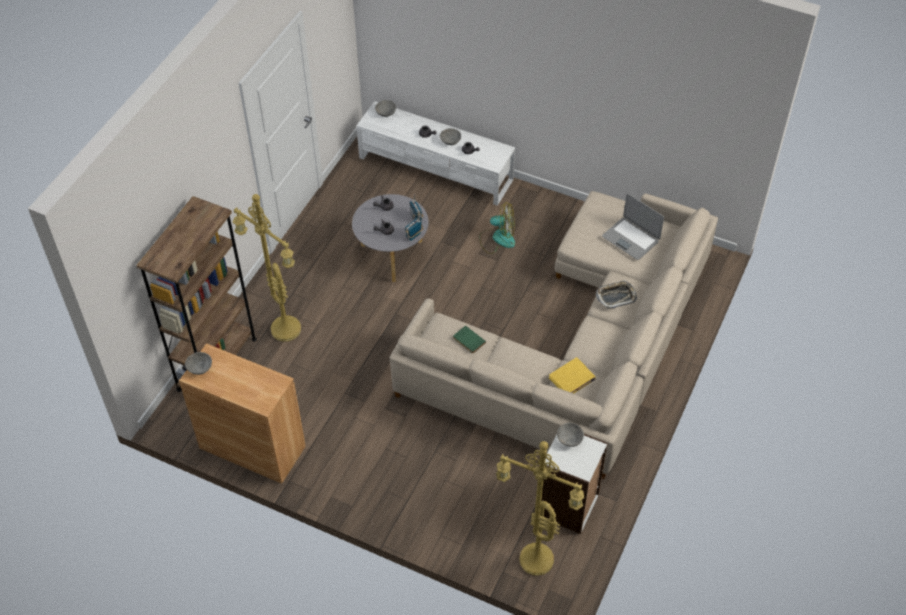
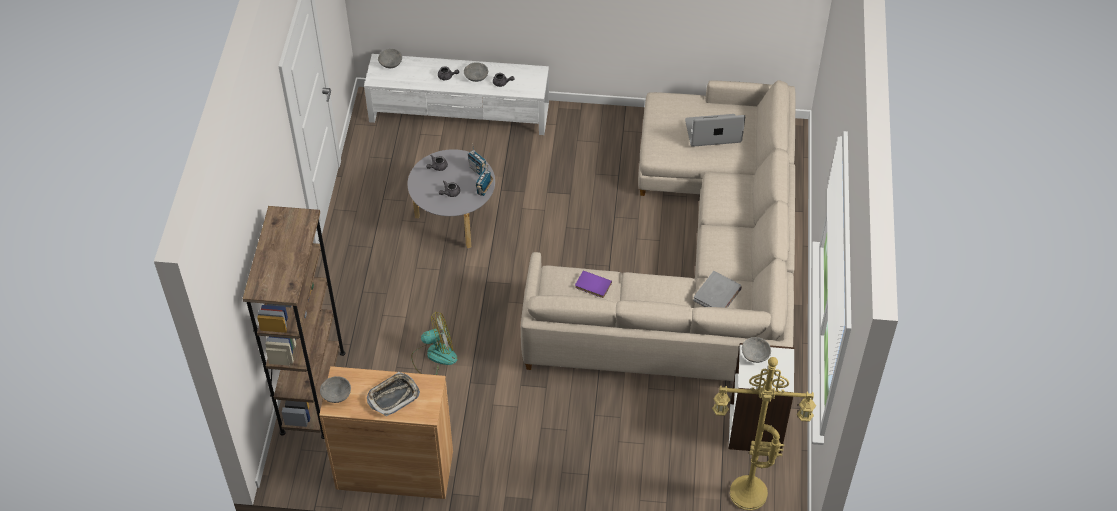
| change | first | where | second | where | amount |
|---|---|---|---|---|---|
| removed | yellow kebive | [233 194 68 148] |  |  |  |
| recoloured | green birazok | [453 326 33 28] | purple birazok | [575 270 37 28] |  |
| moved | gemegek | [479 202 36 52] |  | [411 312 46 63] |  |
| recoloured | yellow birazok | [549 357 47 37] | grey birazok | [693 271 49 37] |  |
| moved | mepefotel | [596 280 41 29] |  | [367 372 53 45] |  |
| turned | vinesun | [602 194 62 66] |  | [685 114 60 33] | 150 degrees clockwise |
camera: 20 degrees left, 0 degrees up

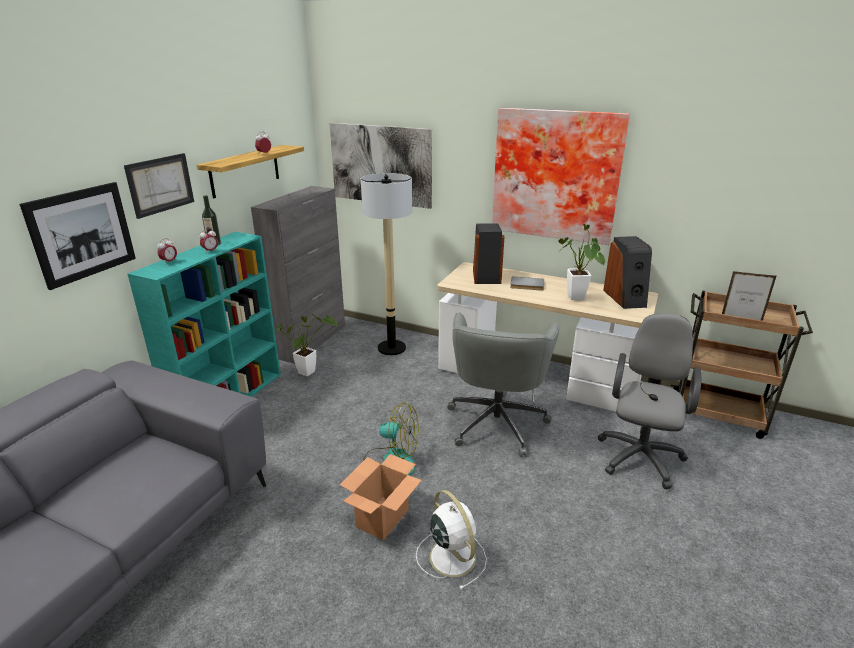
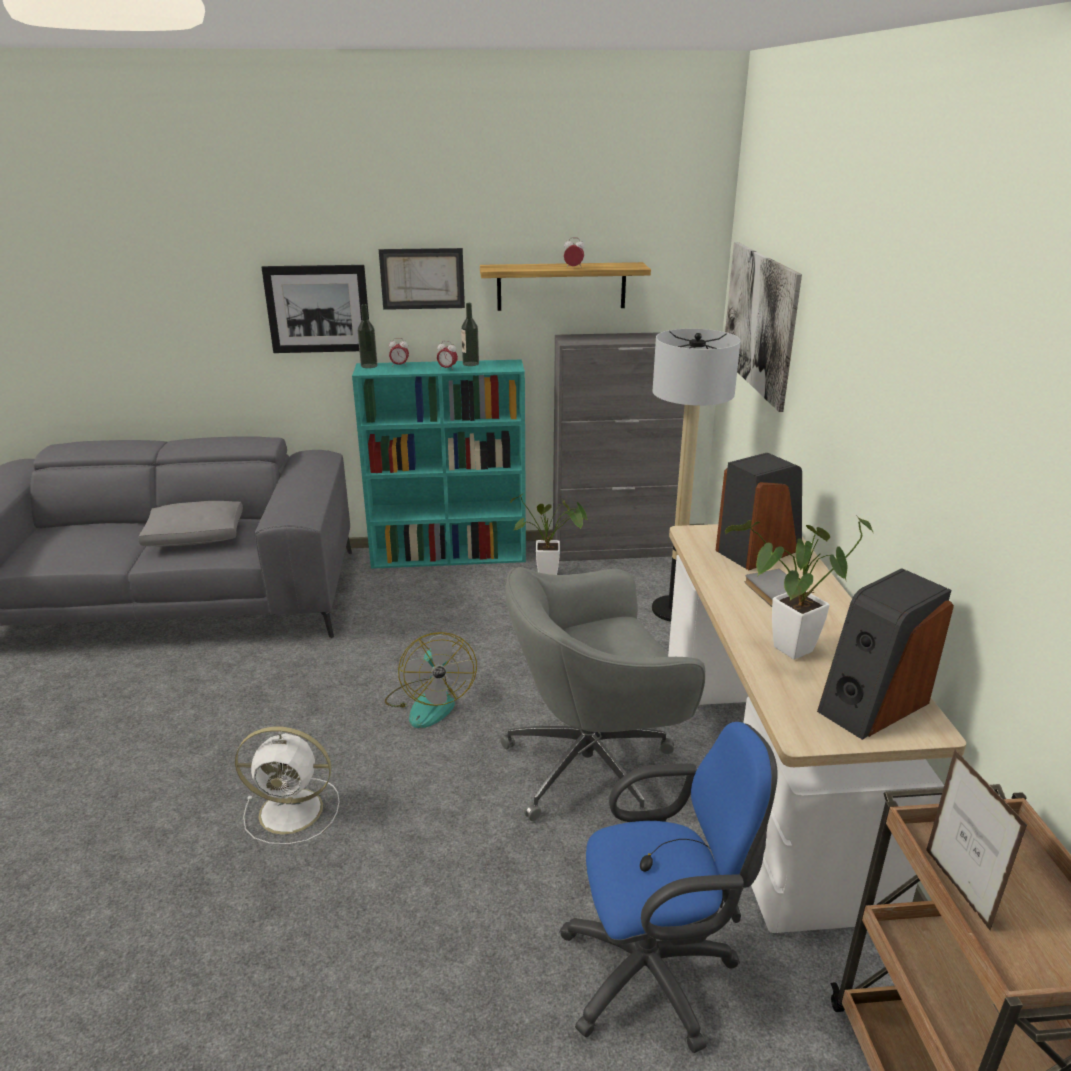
| change | first | where | second | where | amount |
|---|---|---|---|---|---|
| removed | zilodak | [340 454 82 87] |  |  |  |
| turned | white gemegek | [416 490 71 100] |  | [235 727 105 118] | 60 degrees clockwise |
| removed | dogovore | [492 108 138 137] |  |  |  |
| recoloured | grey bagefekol | [598 314 103 175] | blue bagefekol | [559 722 219 331] |  |
| added |  |  | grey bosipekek | [138 501 105 45] |  |
| added |  |  | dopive | [358 304 20 64] |  |
camera: 60 degrees right, 0 degrees up

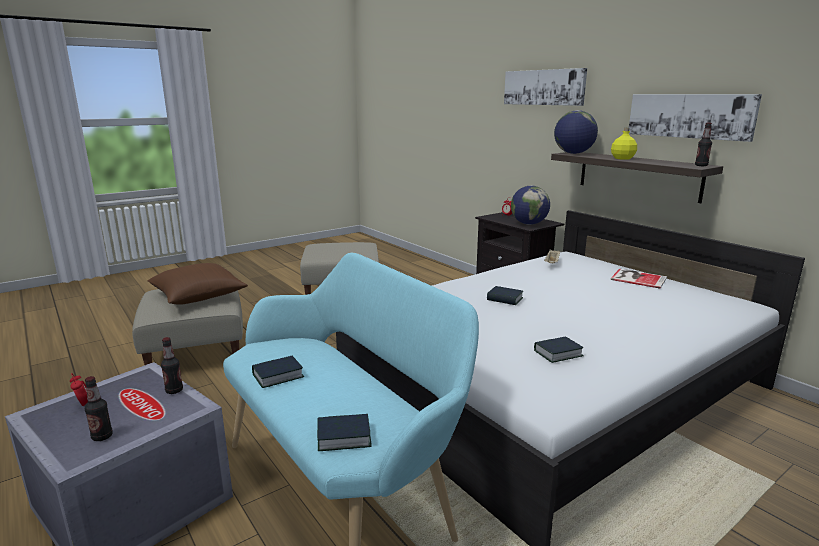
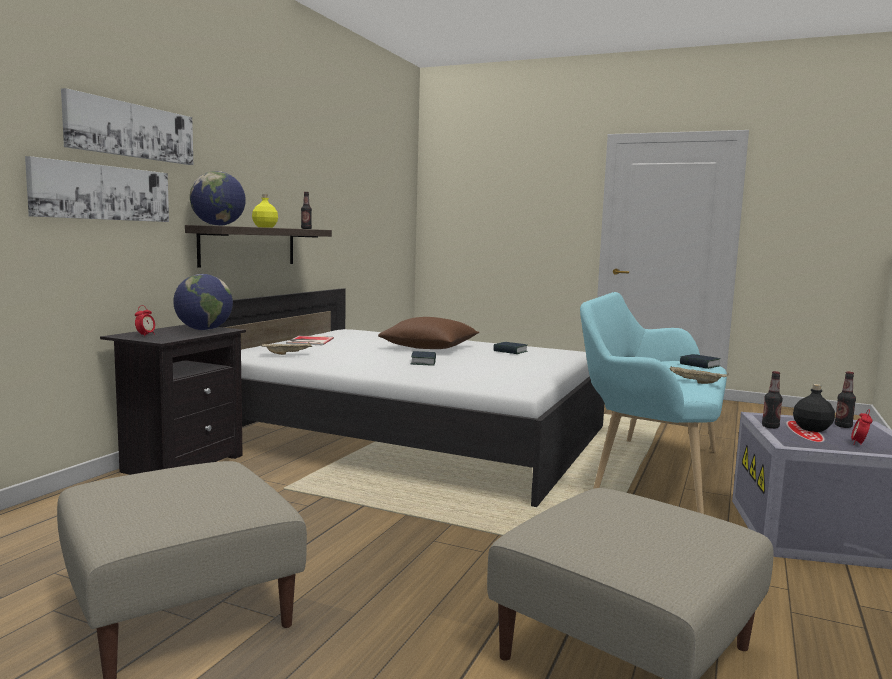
| change | first | where | second | where | amount |
|---|---|---|---|---|---|
| moved | brown bosipekek | [147 263 101 42] |  | [378 317 101 32] |  |
| replaced | birazok | [252 356 52 32] | beige mepefotel | [669 366 59 18] |  |
| moved | dogovore | [629 94 133 48] |  | [25 156 144 66] |  |
| added |  |  | black dopive | [793 384 42 48] |  |
camera: 120 degrees left, 10 degrees down

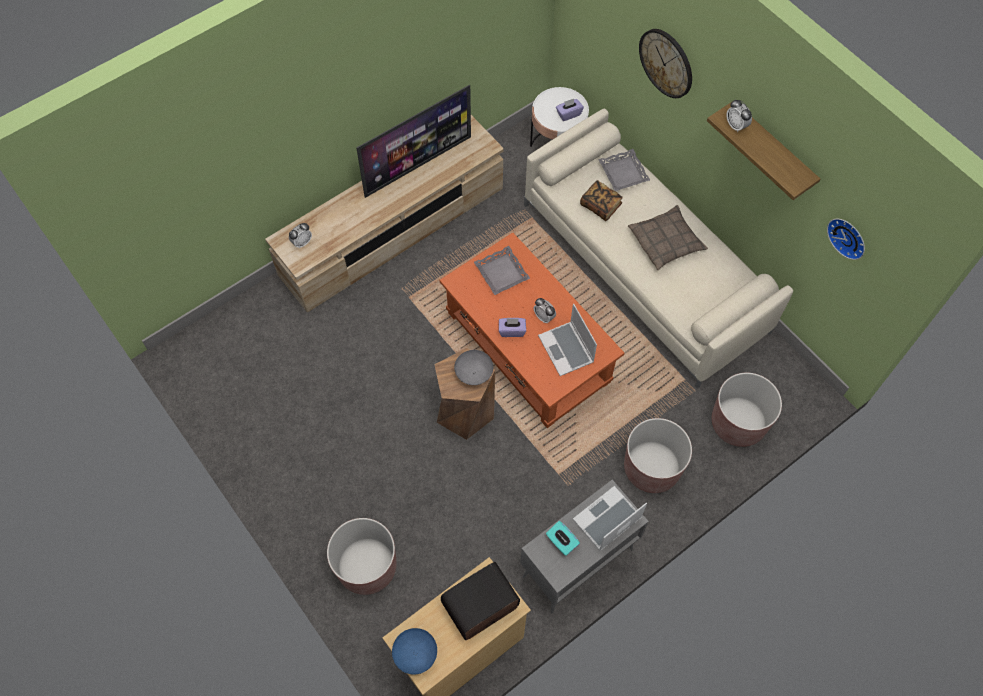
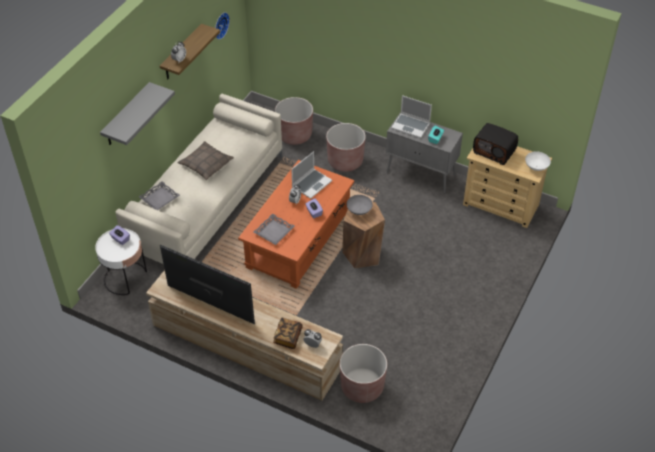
| change | first | where | second | where | amount |
|---|---|---|---|---|---|
| moved | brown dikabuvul | [327 518 69 77] |  | [340 344 47 59] |  |
| recoloured | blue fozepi | [392 628 45 47] | white fozepi | [525 151 26 20] |  |
| moved | birazok | [580 180 43 41] |  | [273 318 29 31] |  |
| replaced | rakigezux | [639 29 53 69] | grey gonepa | [100 82 75 63] |  |
camera: 115 degrees left, 15 degrees down

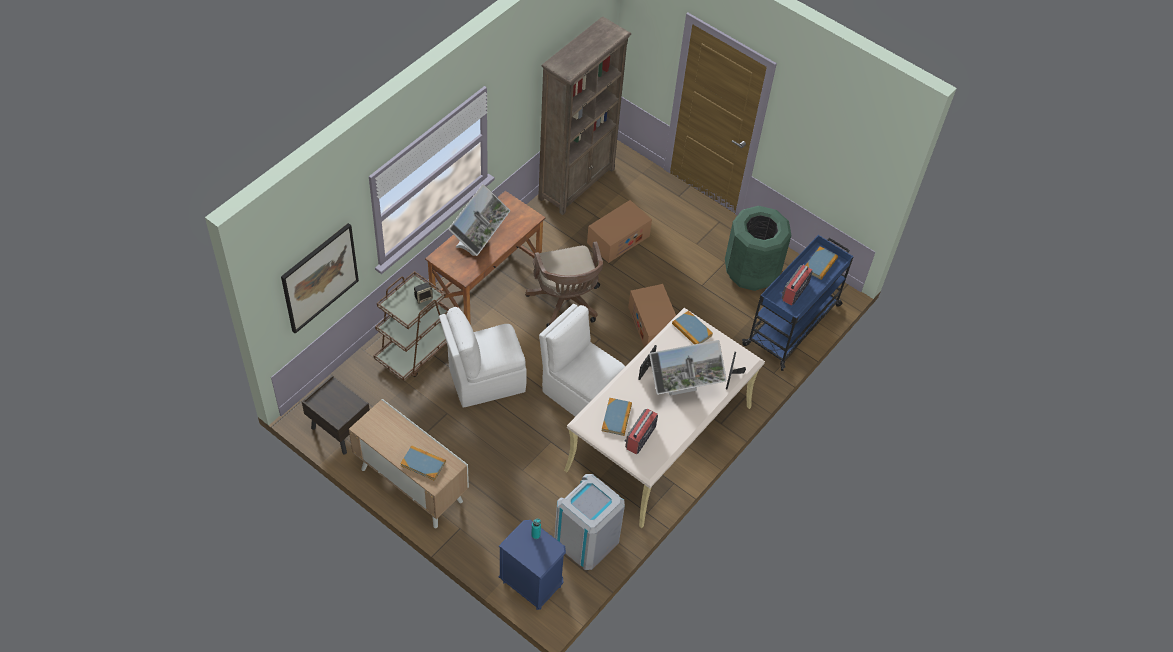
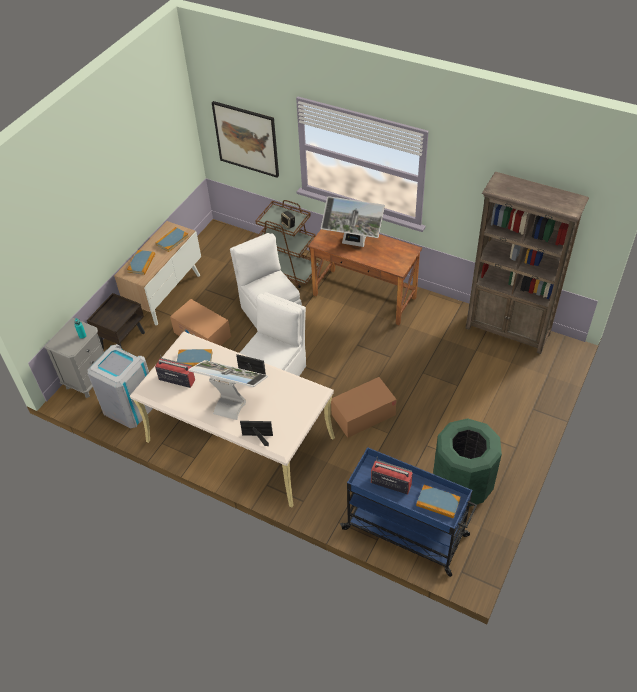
| change | first | where | second | where | amount |
|---|---|---|---|---|---|
| moved | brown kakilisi | [302 375 68 80] |  | [87 293 58 56] |  |
| recoloured | blue kakilisi | [498 520 68 90] | grey kakilisi | [45 318 59 80] |  |
| removed | brown bagefekol | [525 241 78 86] |  |  |  |
| moved | zilodak | [587 200 65 63] |  | [170 299 61 47] |  |
| turned | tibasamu | [649 340 78 56] |  | [188 360 80 60] | 135 degrees clockwise |
| moved | birazok | [672 310 41 34] |  | [155 227 34 25] |  |
camera: 85 degrees right, 5 degrees down

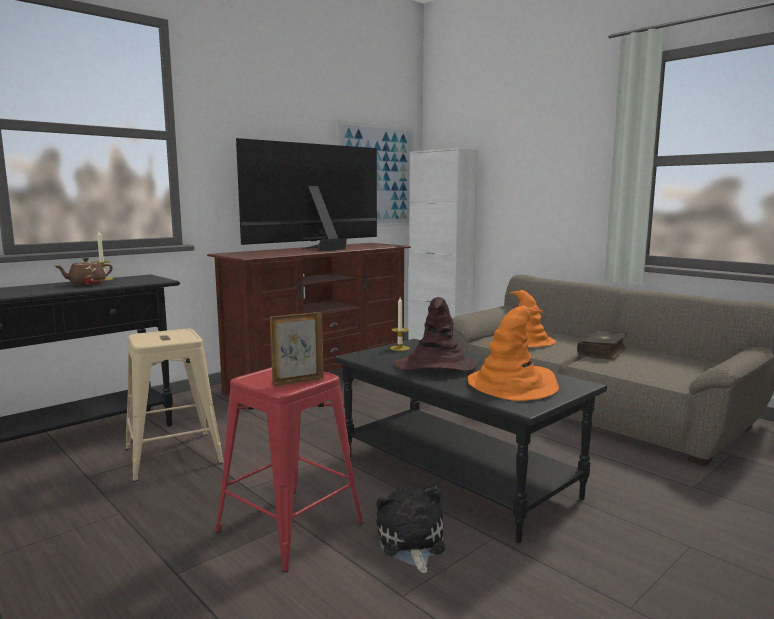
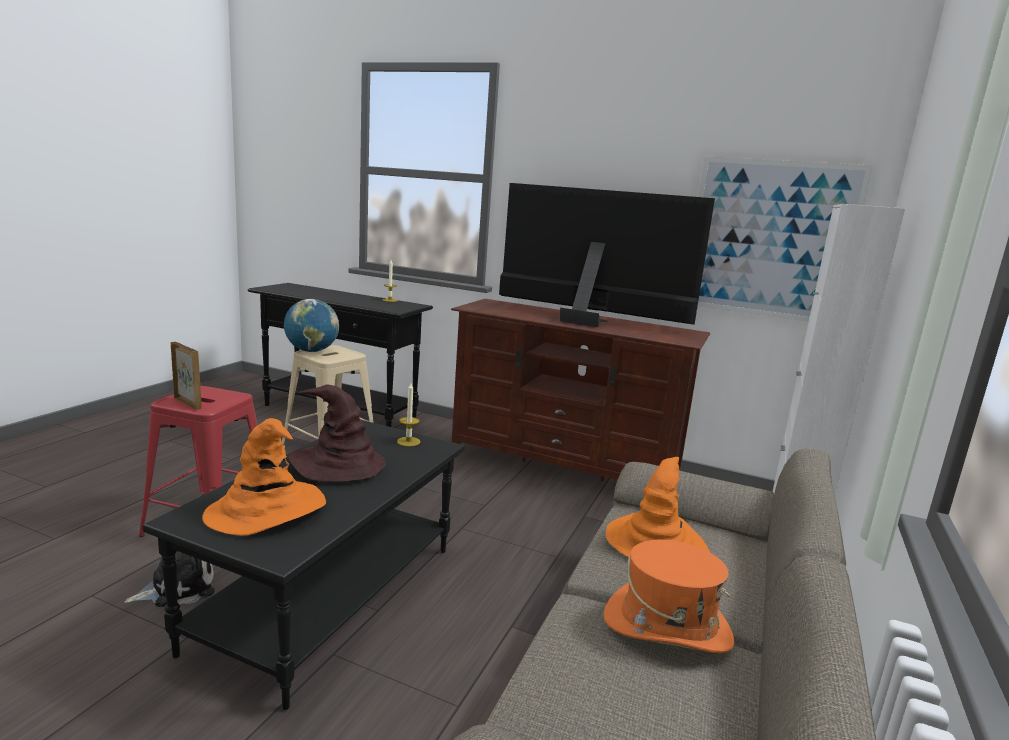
| change | first | where | second | where | amount |
|---|---|---|---|---|---|
| removed | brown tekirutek | [55 258 58 27] |  |  |  |
| replaced | birazok | [577 330 50 30] | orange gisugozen | [603 540 132 113] |  |
| added |  |  | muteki | [284 299 55 53] |  |
camera: 65 degrees right, 5 degrees up

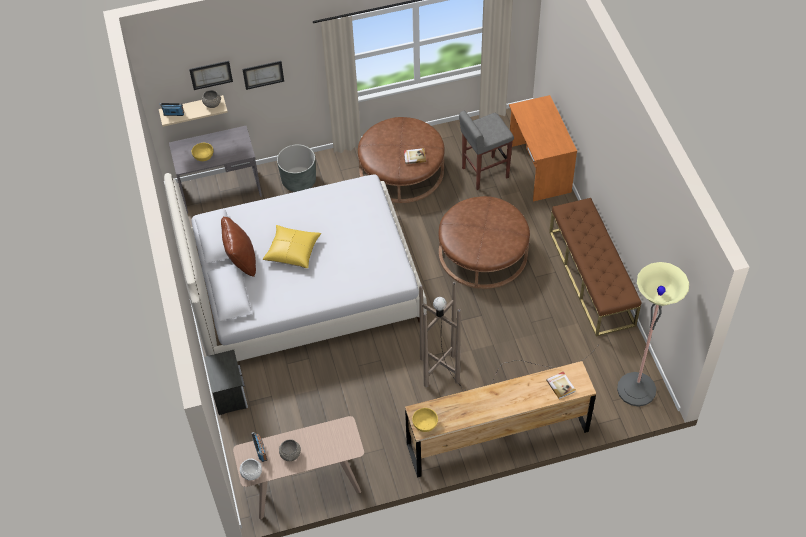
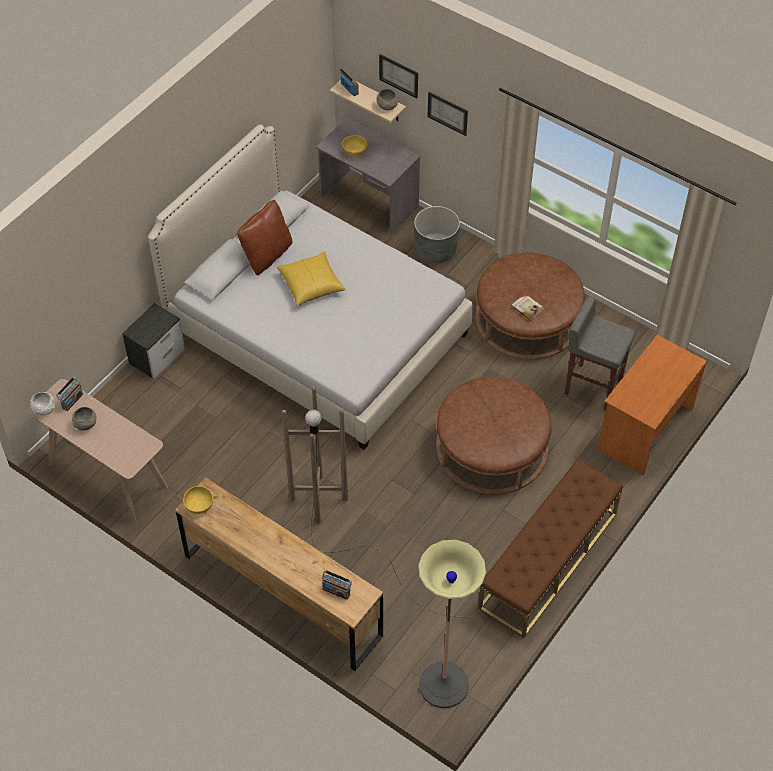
| change | first | where | second | where | amount |
|---|---|---|---|---|---|
| replaced | birazok | [546 372 30 27] | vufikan | [322 570 30 30] |  |
camera: 50 degrees right, 0 degrees up

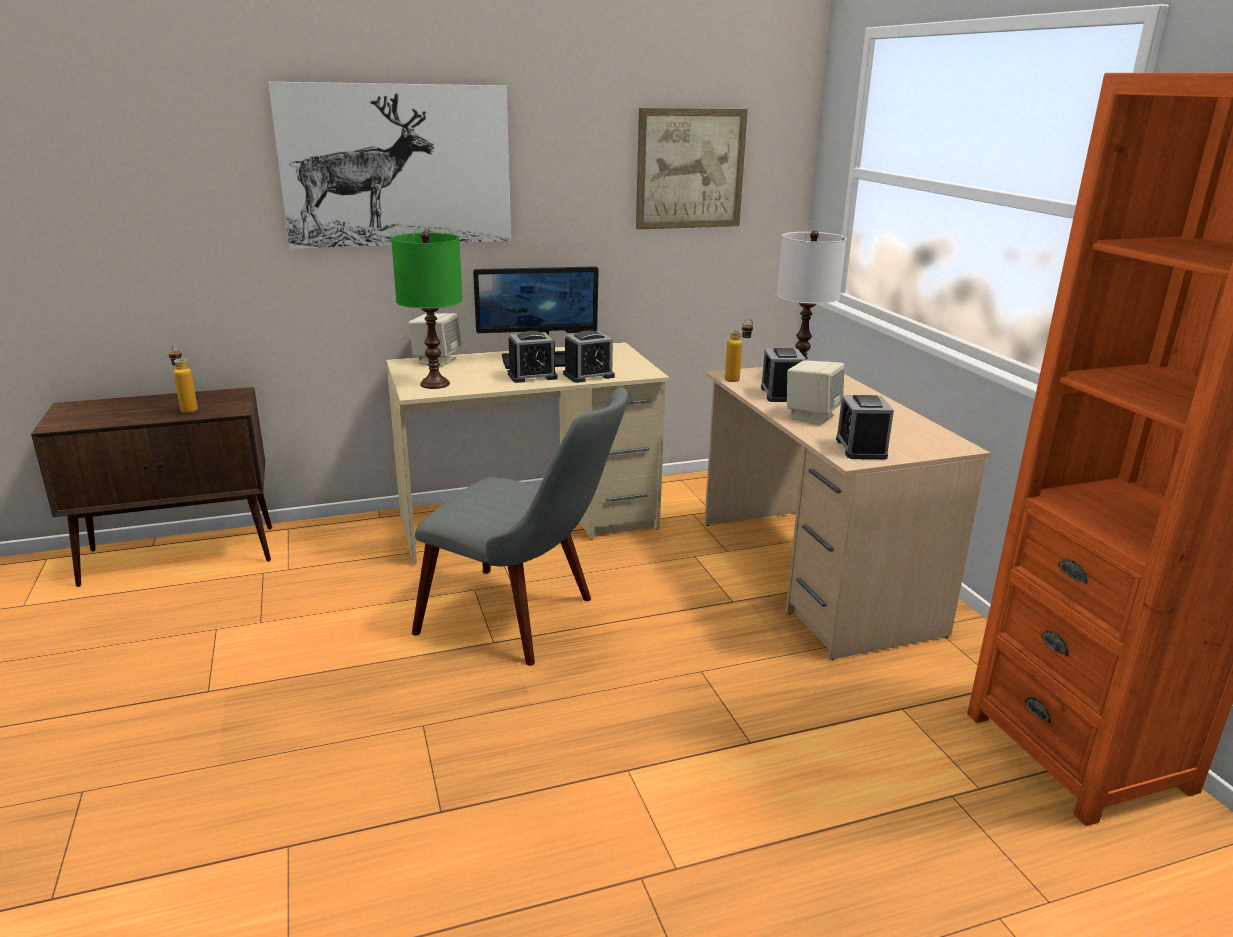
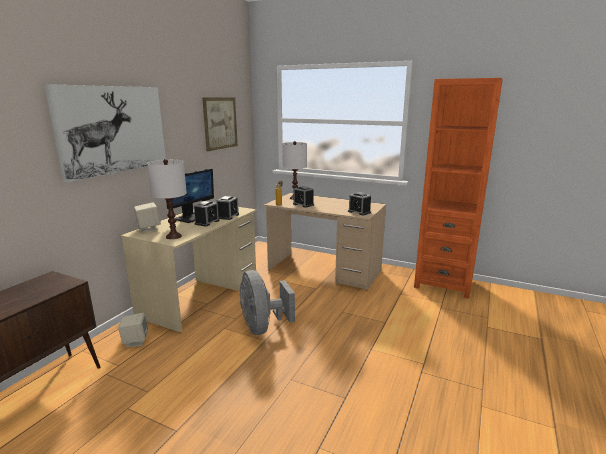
| change | first | where | second | where | amount |
|---|---|---|---|---|---|
| removed | dopive | [168 345 30 68] |  |  |  |
| recoloured | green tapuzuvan | [391 231 72 158] | white tapuzuvan | [147 159 40 80] |  |
| replaced | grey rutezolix | [412 388 216 278] | grey gemegek | [240 270 55 65] |  |
| moved | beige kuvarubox | [787 360 57 65] |  | [118 313 30 34] |  |
camera: 45 degrees left, 5 degrees down

